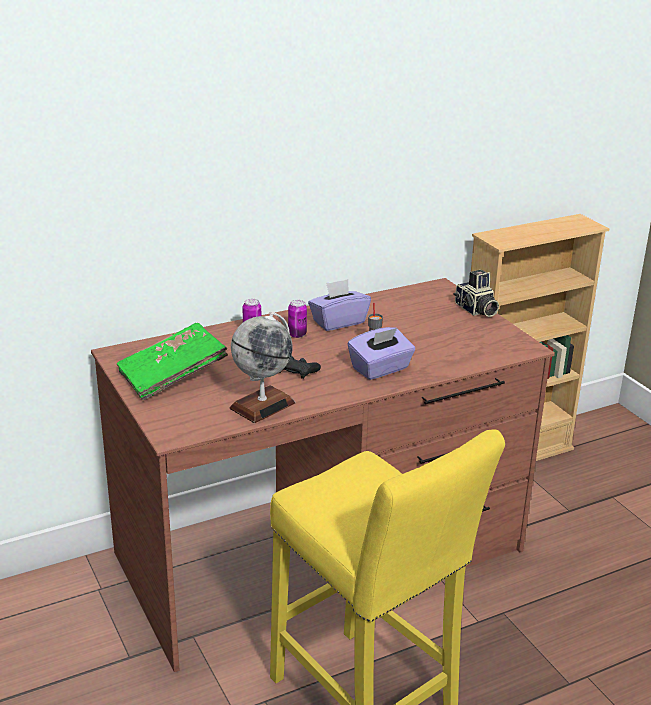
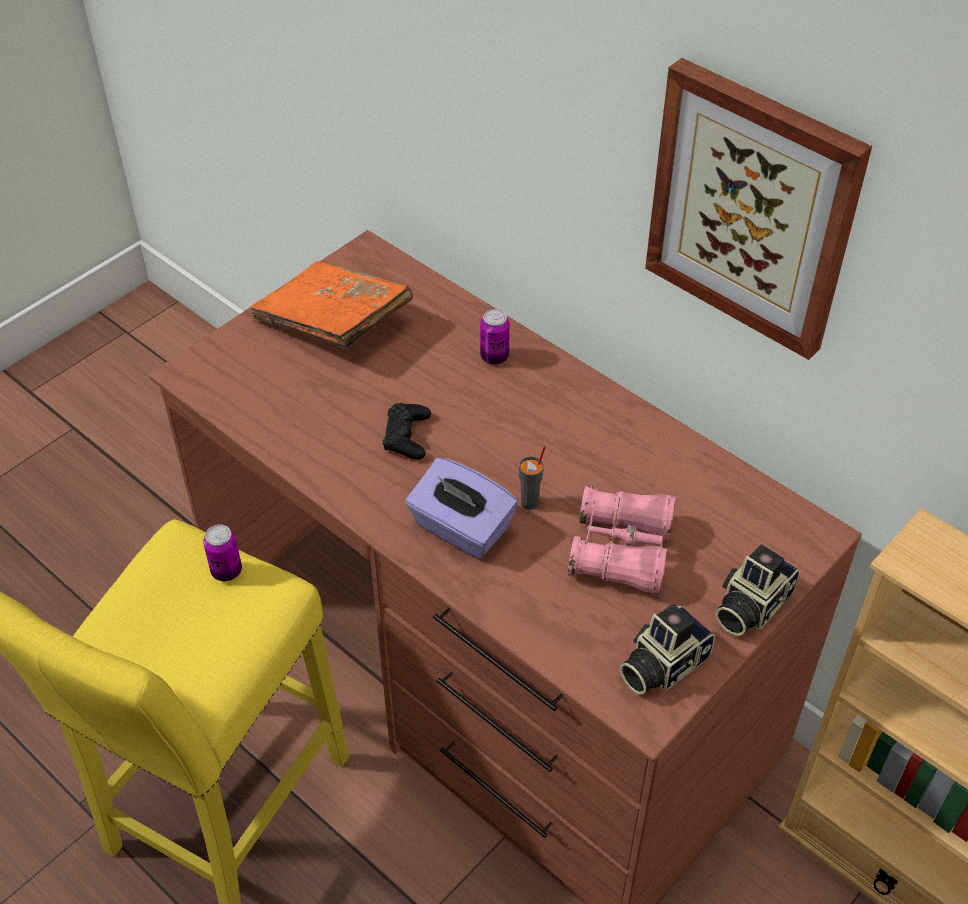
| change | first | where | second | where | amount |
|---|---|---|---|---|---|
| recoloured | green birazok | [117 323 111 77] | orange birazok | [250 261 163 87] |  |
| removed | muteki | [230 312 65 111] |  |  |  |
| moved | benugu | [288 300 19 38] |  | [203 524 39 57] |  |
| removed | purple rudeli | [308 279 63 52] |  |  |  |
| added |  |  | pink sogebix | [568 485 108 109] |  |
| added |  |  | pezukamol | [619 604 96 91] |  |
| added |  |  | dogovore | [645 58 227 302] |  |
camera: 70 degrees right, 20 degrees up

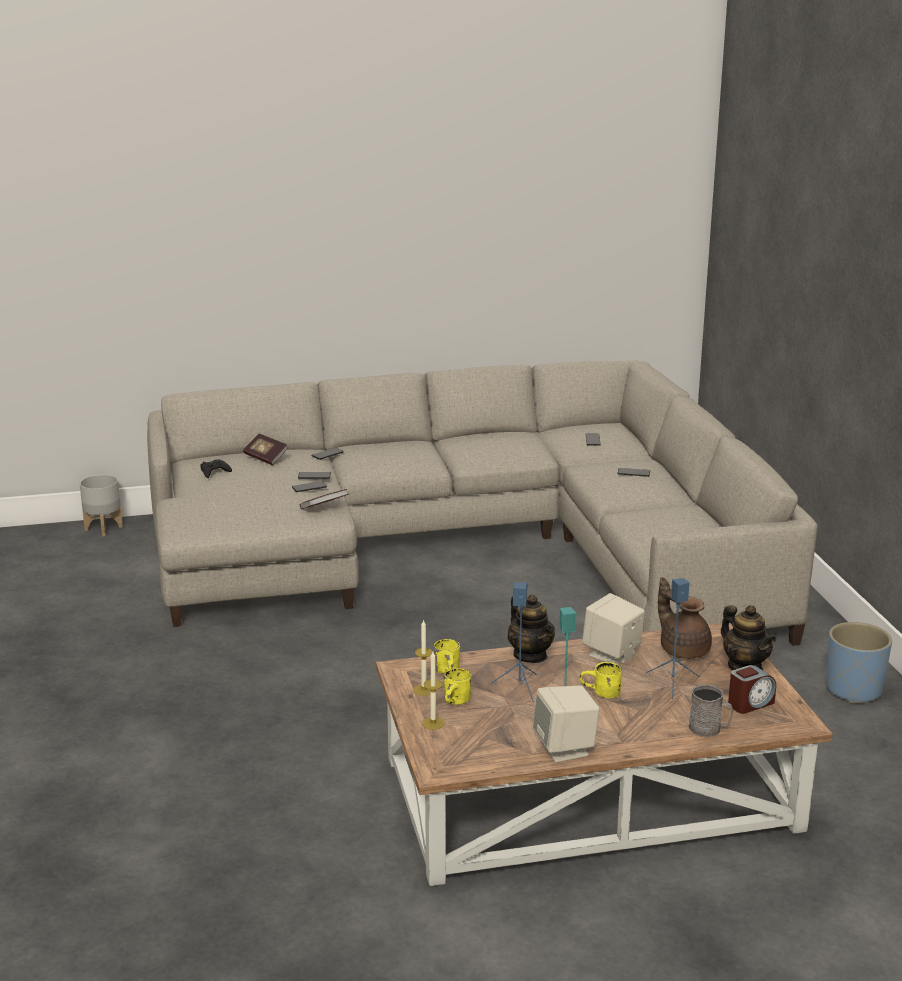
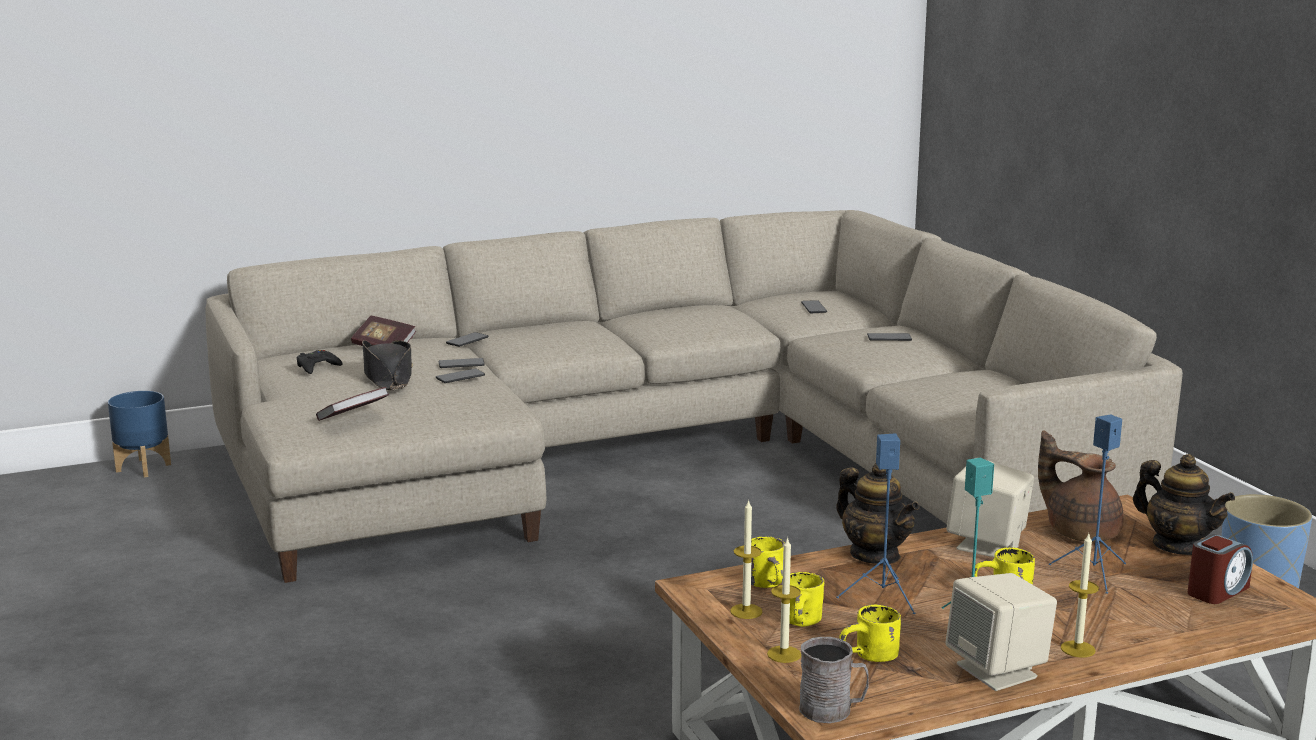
| change | first | where | second | where | amount |
|---|---|---|---|---|---|
| recoloured | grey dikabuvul | [80 474 43 62] | blue dikabuvul | [108 391 63 87] |  |
| moved | birazok | [300 489 48 20] |  | [316 387 73 34] |  |
| moved | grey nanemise | [689 684 43 53] |  | [799 637 70 86] |  |
| added |  |  | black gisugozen | [362 340 51 50] |  |
| added |  |  | yellow nanemise | [839 604 62 58] |  |
| added |  |  | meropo | [1061 534 38 124] |  |
camera: 10 degrees left, 5 degrees down

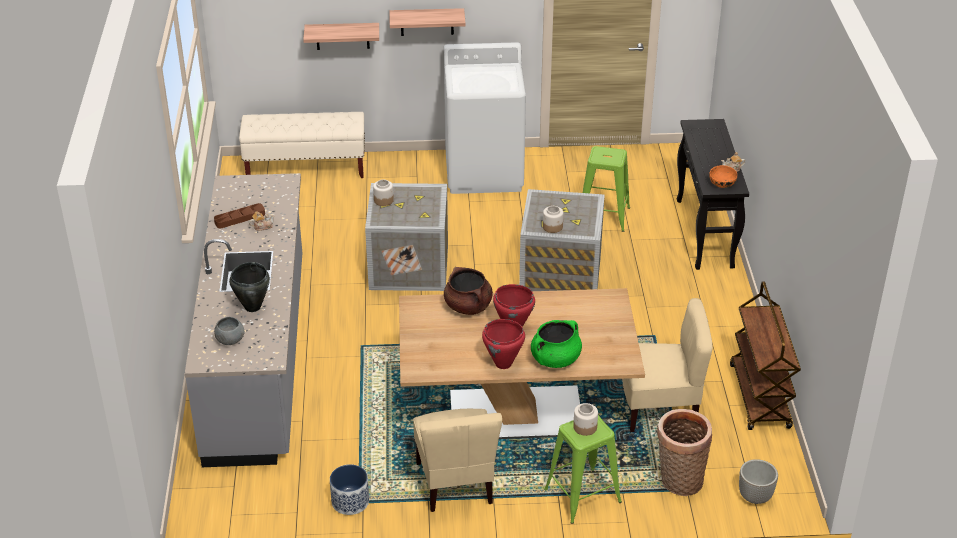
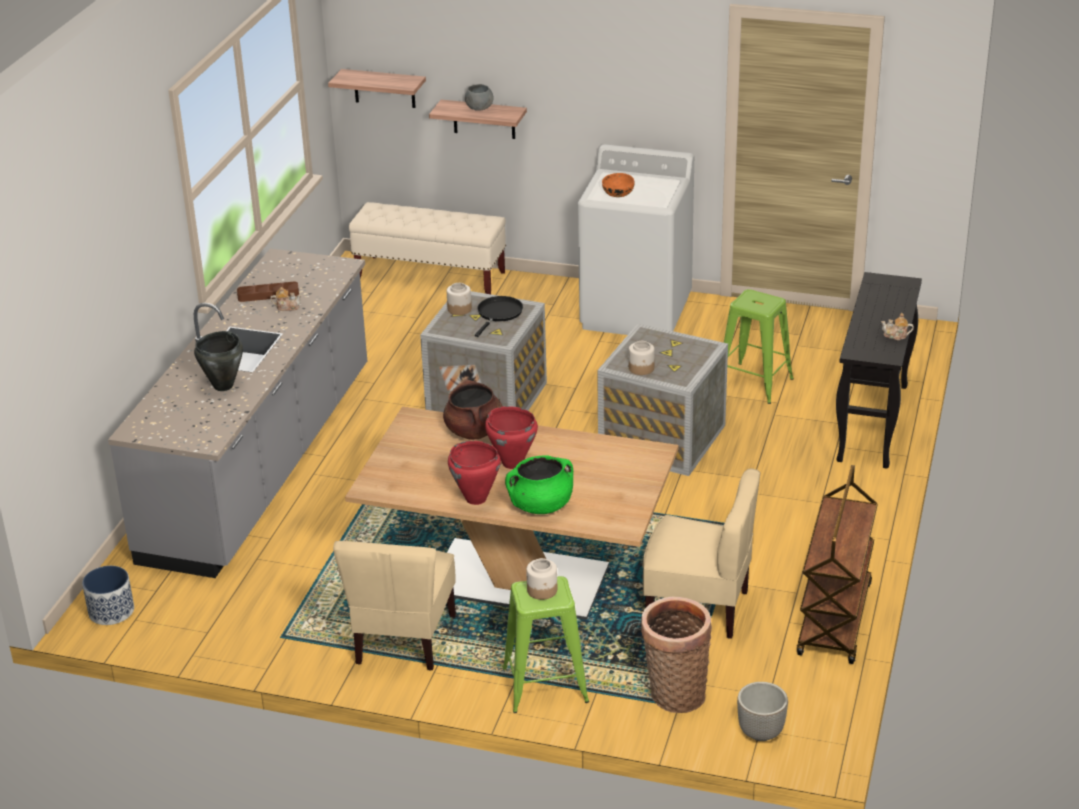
| change | first | where | second | where | amount |
|---|---|---|---|---|---|
| moved | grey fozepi | [214 317 30 28] |  | [465 84 28 27] |  |
| moved | dikabuvul | [330 464 39 51] |  | [82 566 52 59] |  |
| moved | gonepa | [389 8 77 28] |  | [328 69 98 39] |  |
| moved | orange fozepi | [709 165 28 23] |  | [602 173 32 24] |  |
| added |  |  | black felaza | [475 296 48 41] |  |
camera: 20 degrees right, 5 degrees down

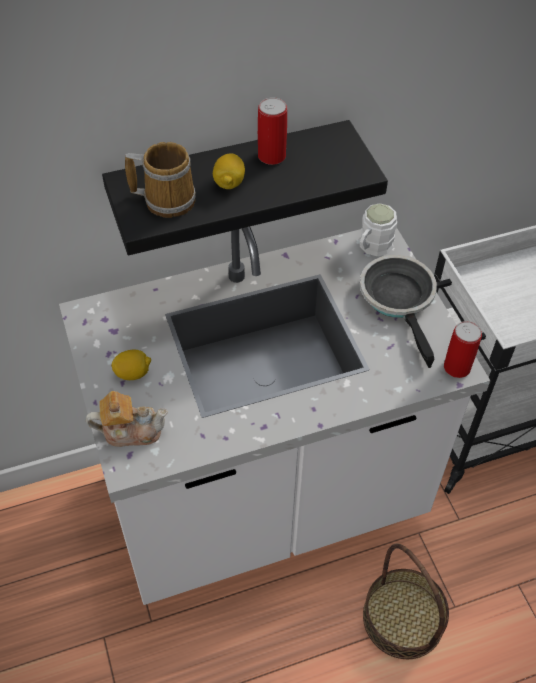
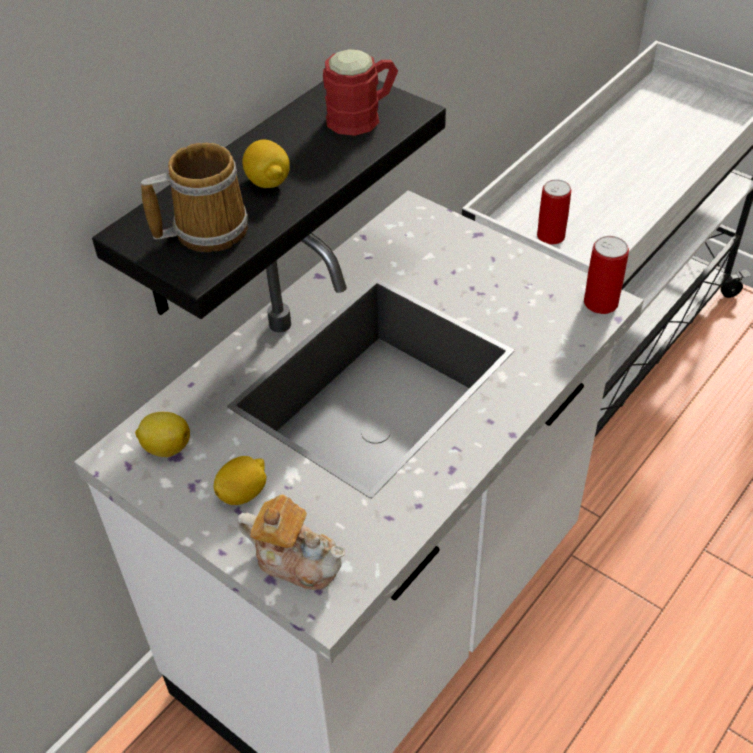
| change | first | where | second | where | amount |
|---|---|---|---|---|---|
| turned | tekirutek | [86 391 82 56] |  | [237 495 108 95] | 60 degrees clockwise |
| moved | benugu | [258 98 29 67] |  | [537 179 34 66] |  |
| removed | white nanemise | [360 203 37 53] |  |  |  |
| removed | felaza | [360 255 77 113] |  |  |  |
| removed | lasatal | [363 544 86 115] |  |  |  |
| added |  |  | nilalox | [135 412 55 45] |  |
| added |  |  | red nanemise | [323 49 75 87] |  |
camera: 30 degrees left, 5 degrees down

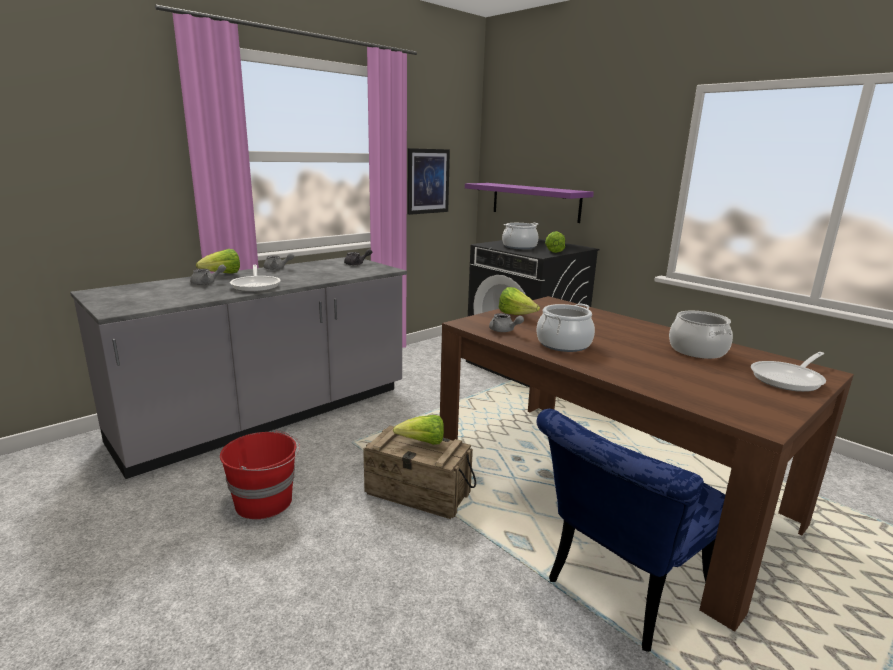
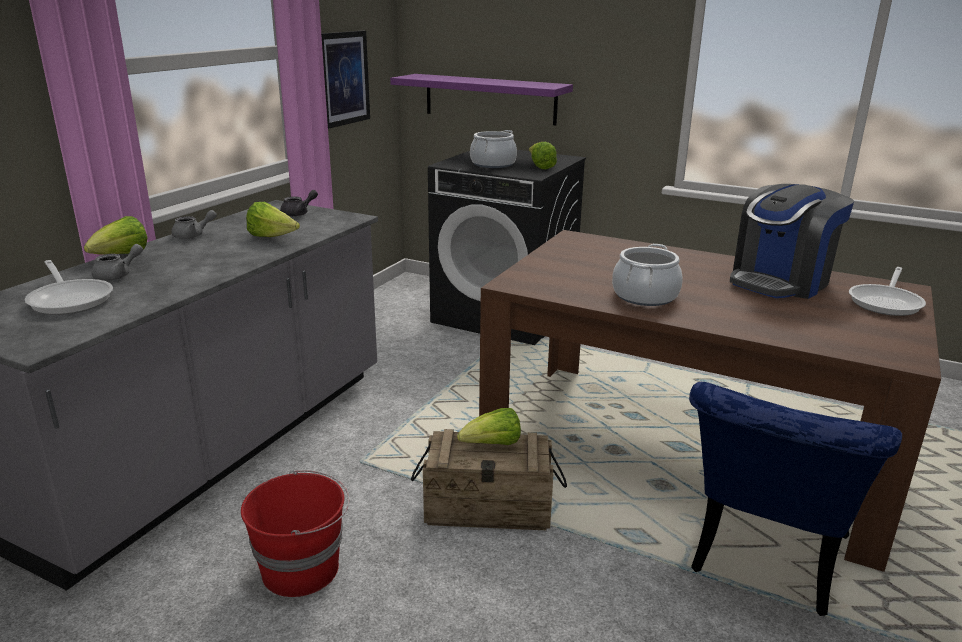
| change | first | where | second | where | amount |
|---|---|---|---|---|---|
| moved | felaza | [230 265 51 27] |  | [25 260 88 55] |  |
| removed | grey tekirutek | [489 313 35 19] |  |  |  |
| moved | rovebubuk | [499 287 41 28] |  | [246 202 54 35] |  |
| replaced | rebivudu | [669 311 64 48] | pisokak | [730 184 124 115] |  |
camera: 20 degrees left, 5 degrees up

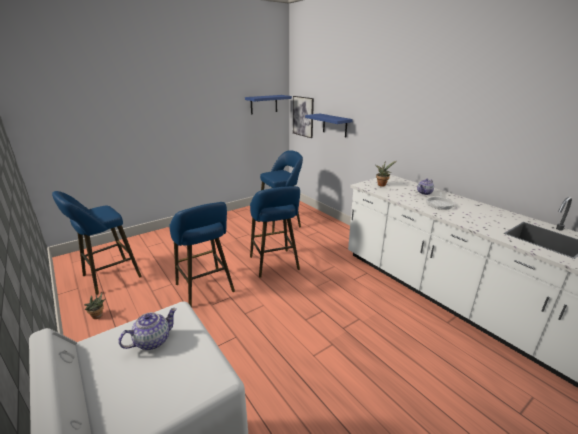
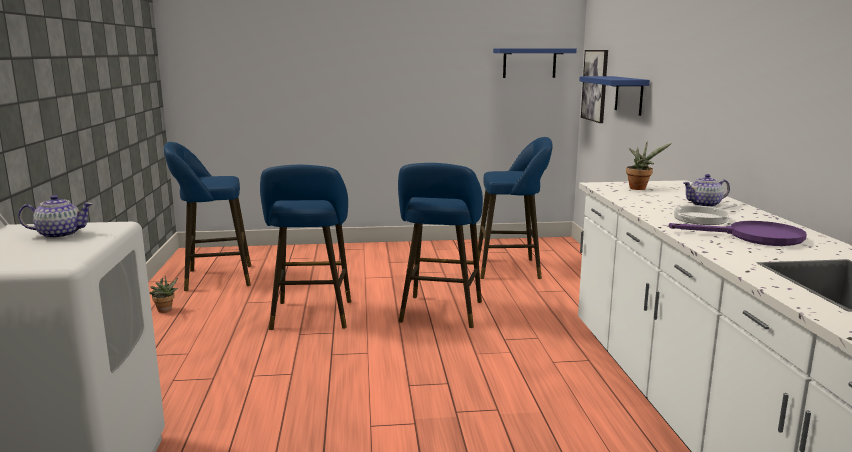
| change | first | where | second | where | amount |
|---|---|---|---|---|---|
| added |  |  | purple felaza | [669 221 138 25] |  |
camera: 30 degrees right, 10 degrees down

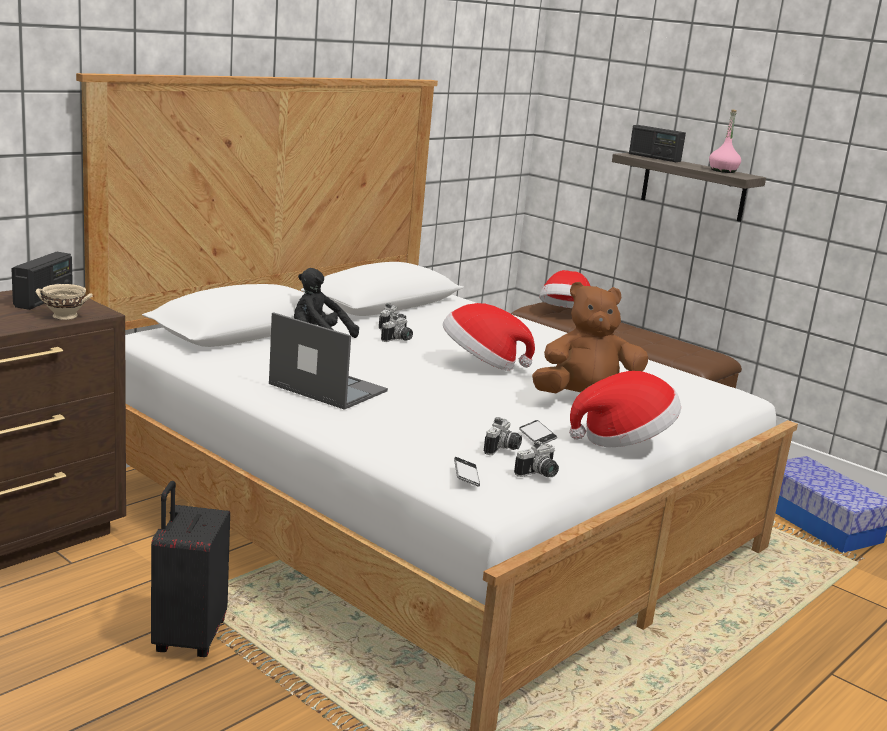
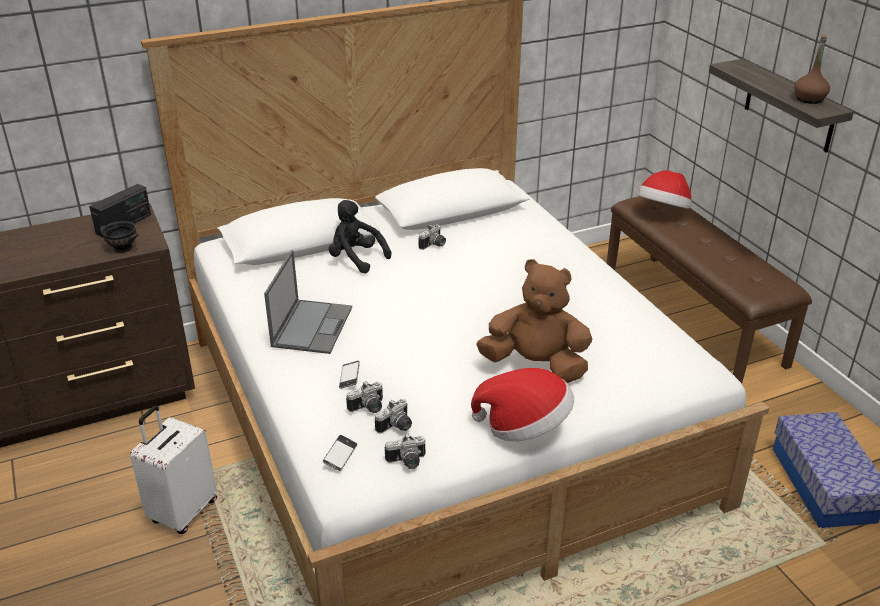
| change | first | where | second | where | amount |
|---|---|---|---|---|---|
| recoloured | beige fozepi | [36 284 56 36] | black fozepi | [100 221 38 32] |  |
| recoloured | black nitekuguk | [151 481 79 176] | white nitekuguk | [130 406 87 128] |  |
| turned | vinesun | [269 312 119 98] |  | [264 250 88 104] | 45 degrees clockwise |
| moved | pezukamol | [381 315 32 27] |  | [346 381 37 32] |  |
| removed | gisugozen | [443 303 92 68] |  |  |  |
| moved | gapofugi | [519 420 38 24] |  | [339 361 21 28] |  |
| removed | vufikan | [629 125 57 37] |  |  |  |
| recoloured | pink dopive | [709 109 32 64] | brown dopive | [794 35 36 69] |  |
camera: 25 degrees right, 15 degrees up

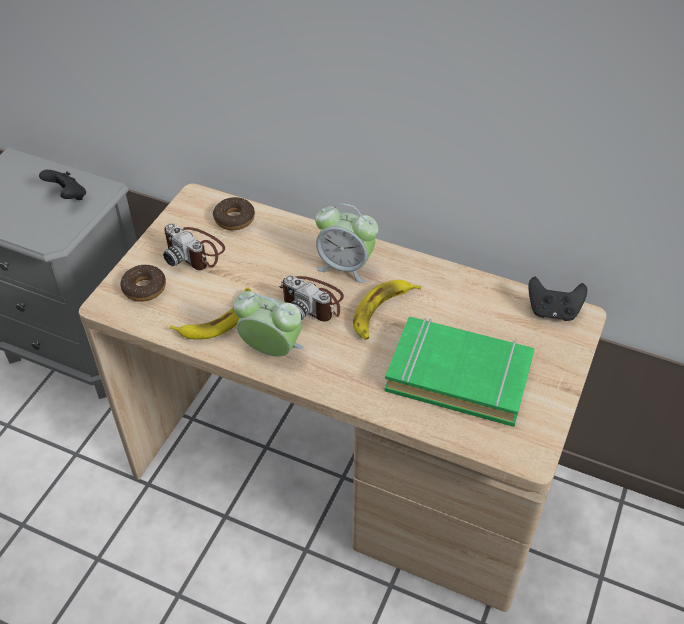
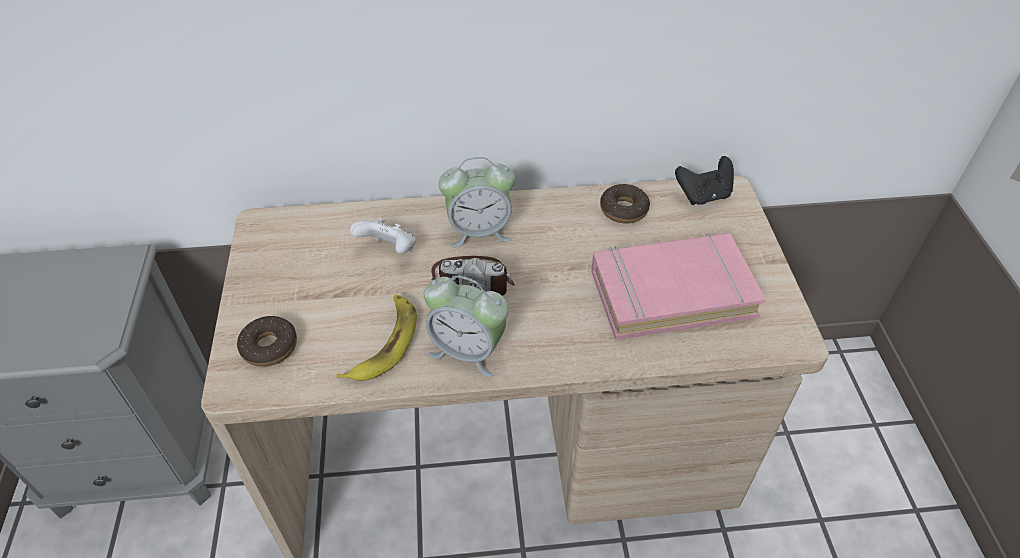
| change | first | where | second | where | amount |
|---|---|---|---|---|---|
| removed | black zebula | [39 170 47 30] |  |  |  |
| removed | pezukamol | [163 223 62 47] |  |  |  |
| moved | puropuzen | [213 197 42 33] |  | [600 184 50 40] |  |
| turned | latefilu | [233 291 71 66] |  | [424 275 85 102] | 150 degrees counterclockwise |
| removed | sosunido | [353 280 68 60] |  |  |  |
| recoloured | green birazok | [384 317 150 110] | pink birazok | [591 233 175 107] |  |
| added |  |  | white zebula | [350 218 66 36] |  |
camera: 30 degrees left, 0 degrees up

